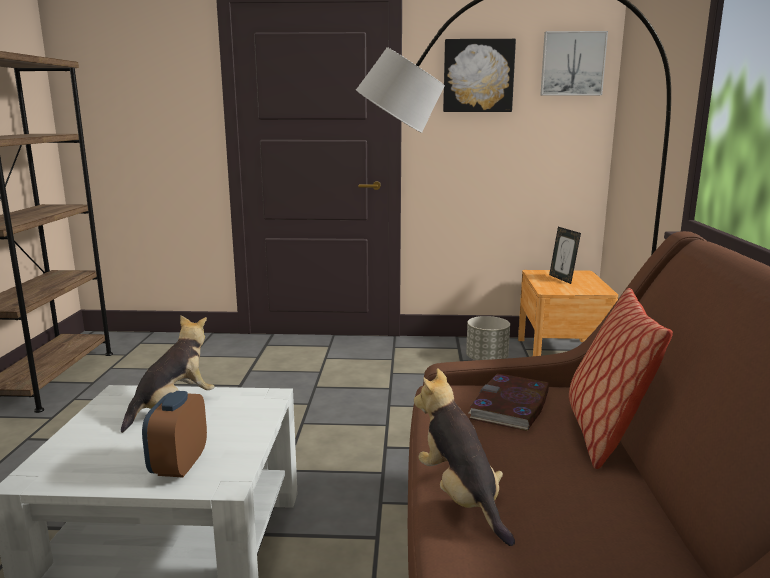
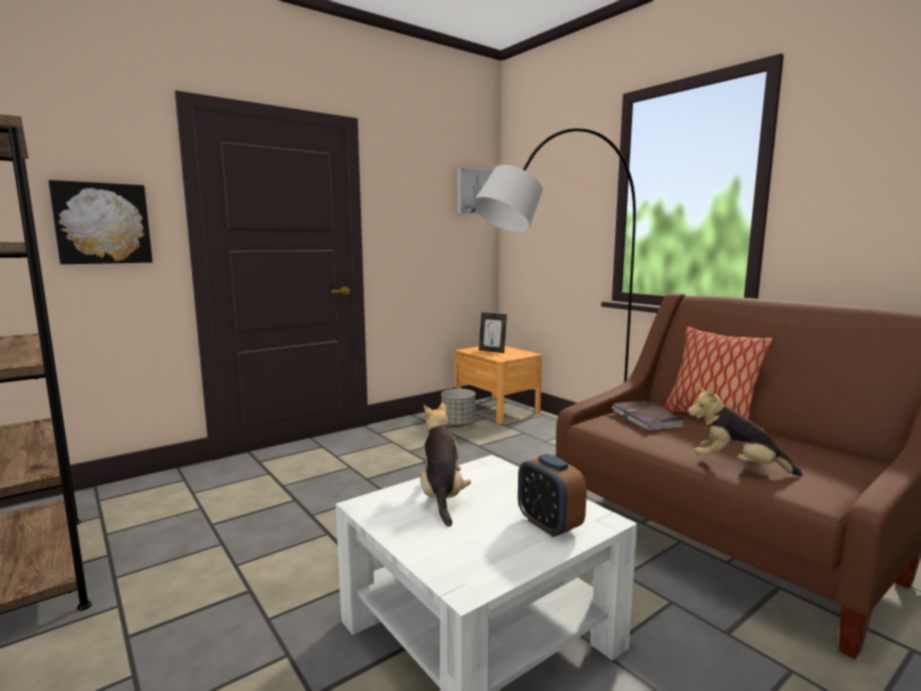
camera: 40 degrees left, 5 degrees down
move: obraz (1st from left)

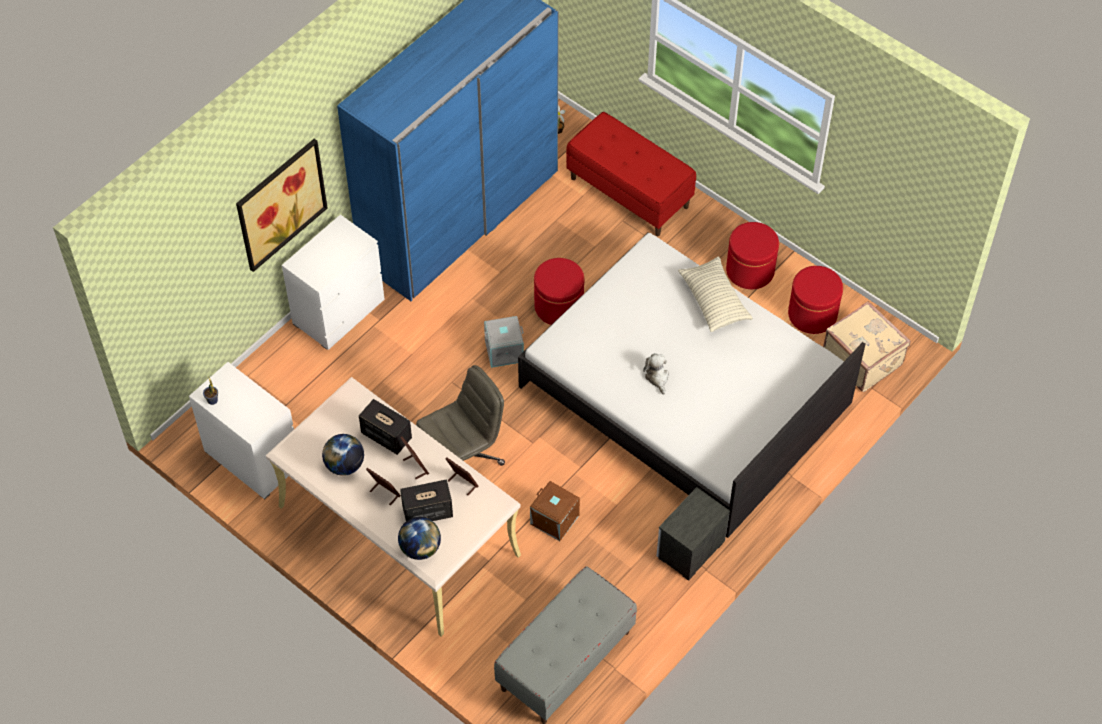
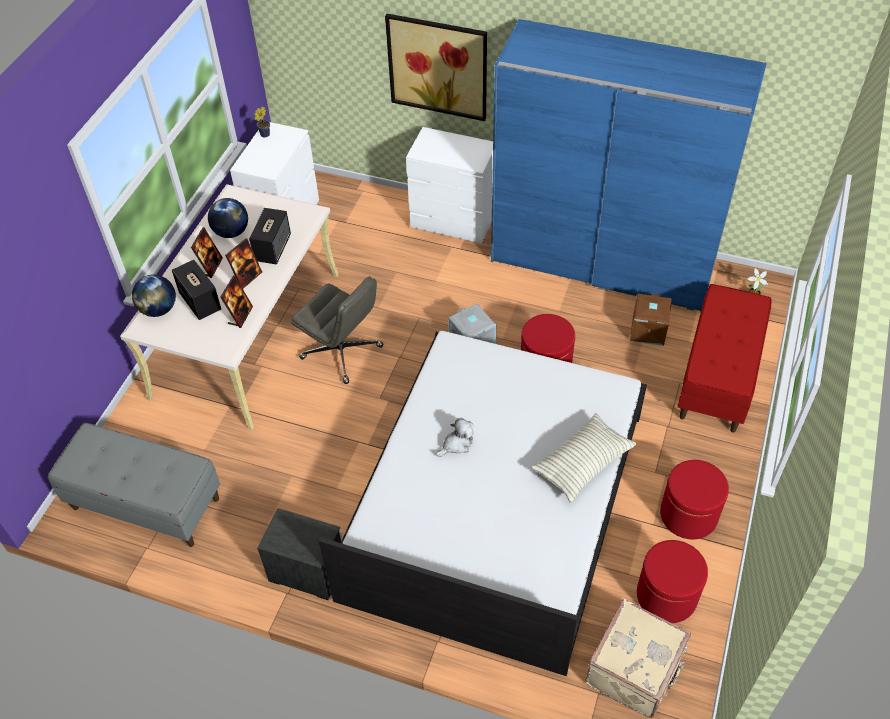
camera: 70 degrees right, 5 degrees down
move: pojemnik do przechowywania/brązowy

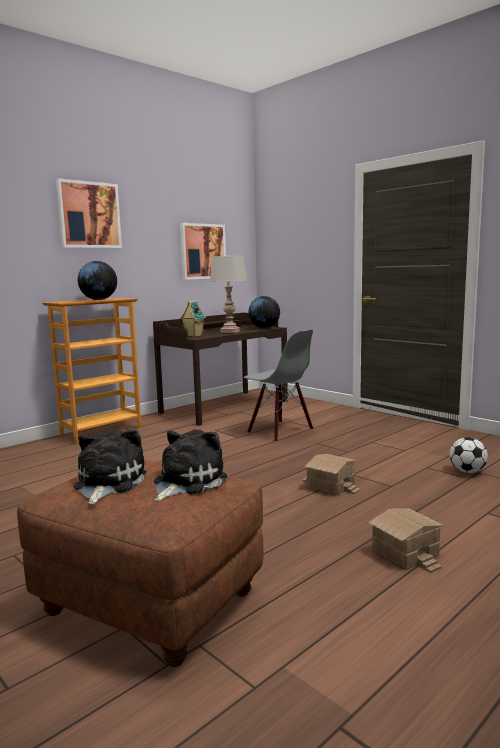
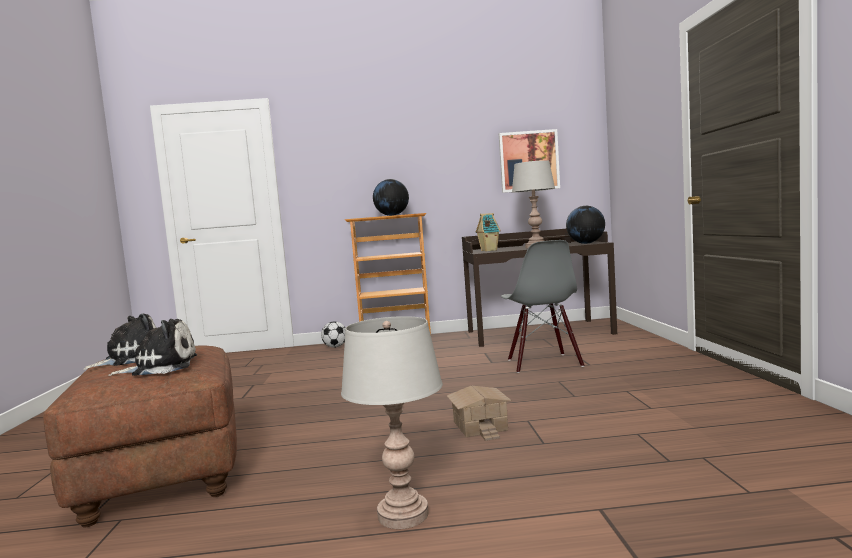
camera: 40 degrees right, 5 degrees down
delete: obraz (1st from left)
move: piłka futbolowa
replace: domek (3rd from left) to lampa stołowa/szary (1st from left)

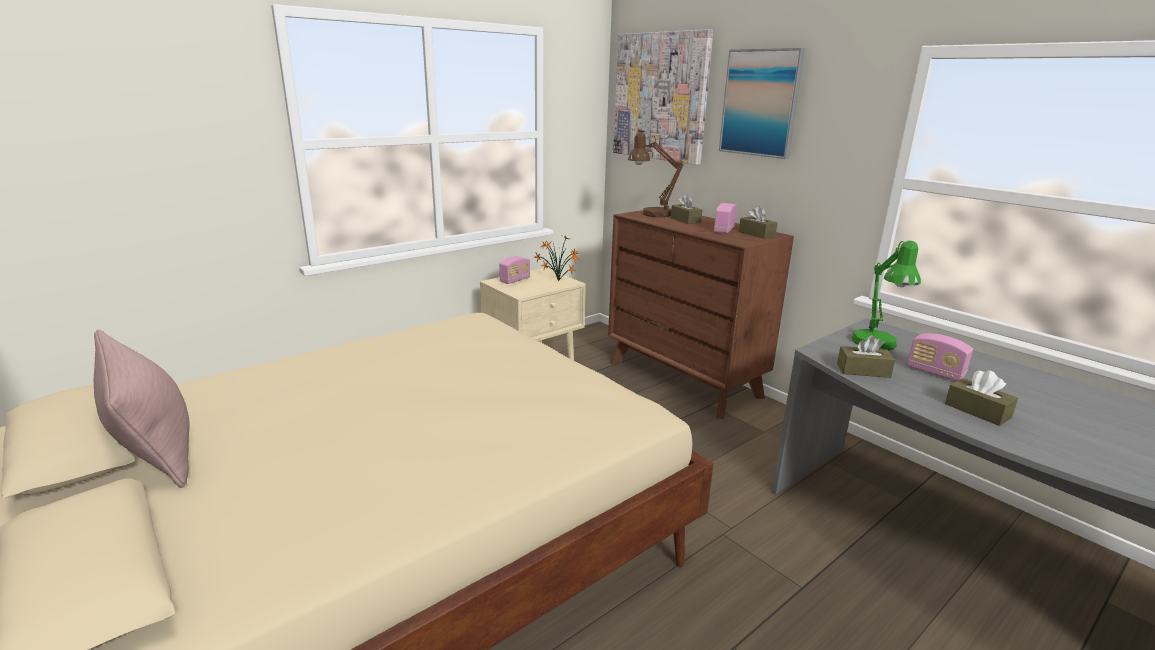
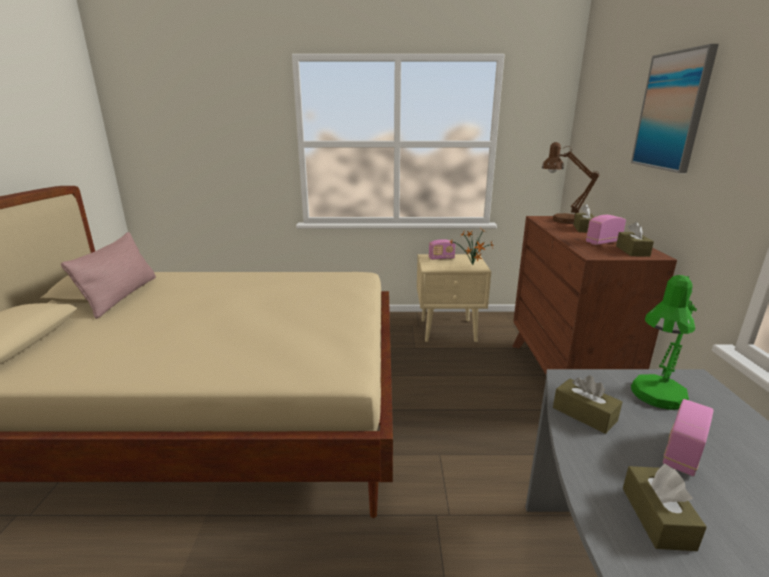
camera: 40 degrees right, 0 degrees up
delete: obraz (1st from left)
rotate: radio (3rd from left) 45 degrees clockwise

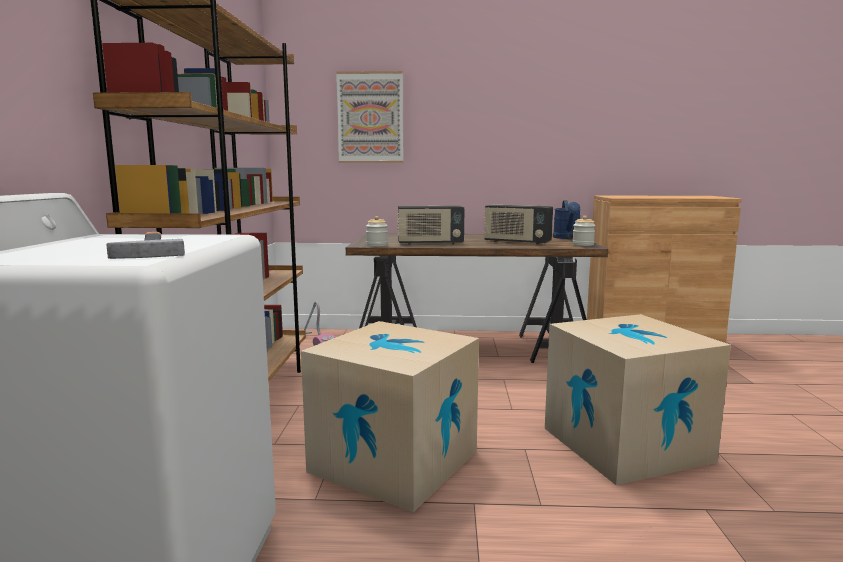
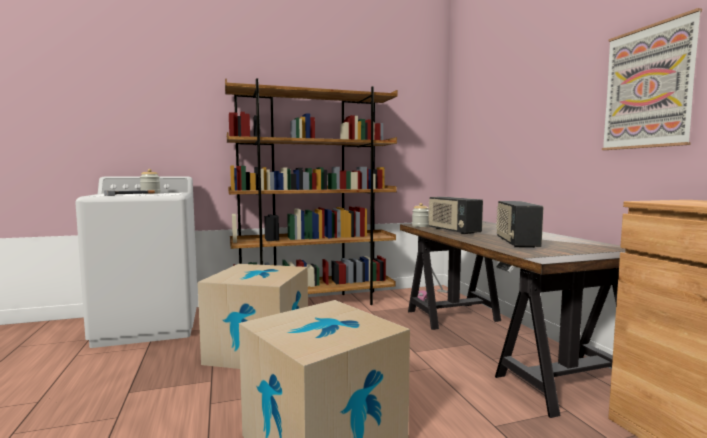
camera: 70 degrees right, 5 degrees down
delete: konewka/niebieski
move: obraz; słoik (2nd from left in the first image) to słoik (1st from left)

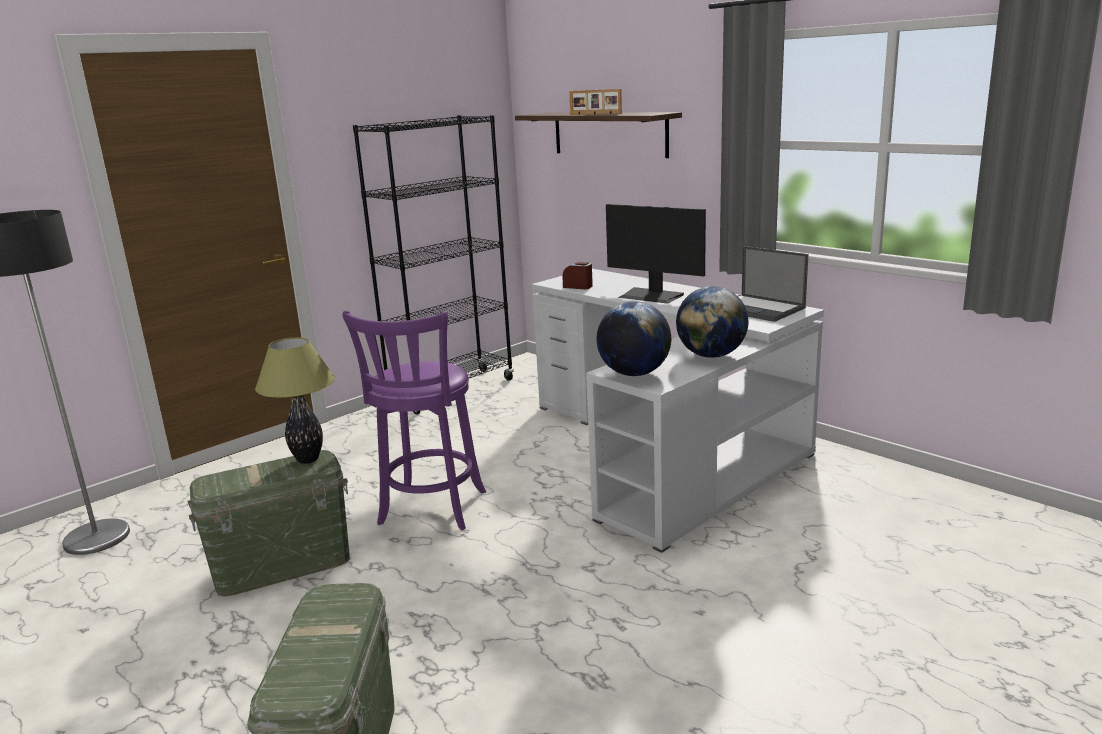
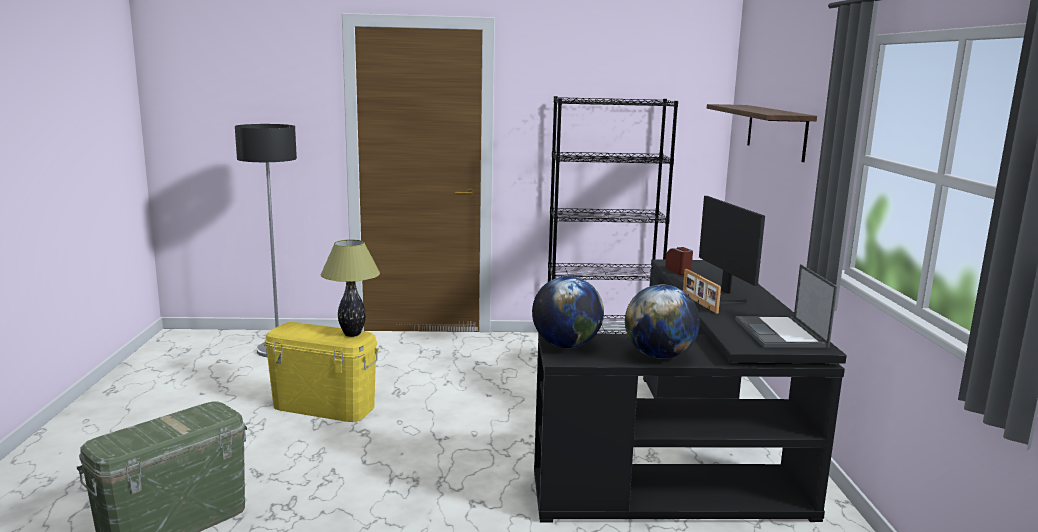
camera: 40 degrees right, 5 degrees down
delete: stołek/fioletowy
move: ramka na zdjęcie
recolor: biurko/biały to biurko/czarny; pojemnik do przechowywania/zielony (1st from left) to pojemnik do przechowywania/żółty

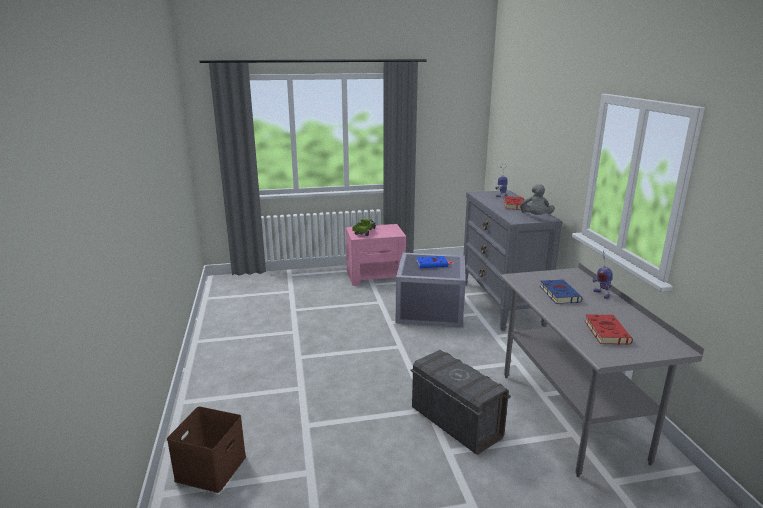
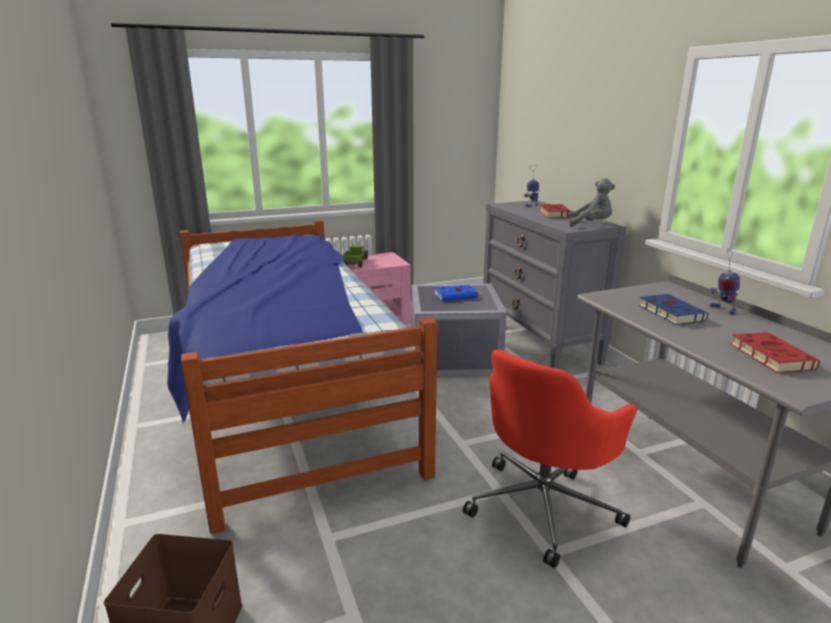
camera: 10 degrees left, 0 degrees up
insert: łóżko
replace: pojemnik do przechowywania/szary (2nd from left) to krzesło biurowe/czerwony
rotate: pluszak/szary 75 degrees counterclockwise

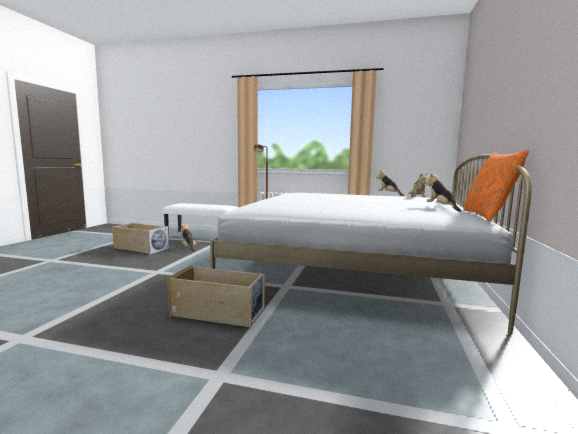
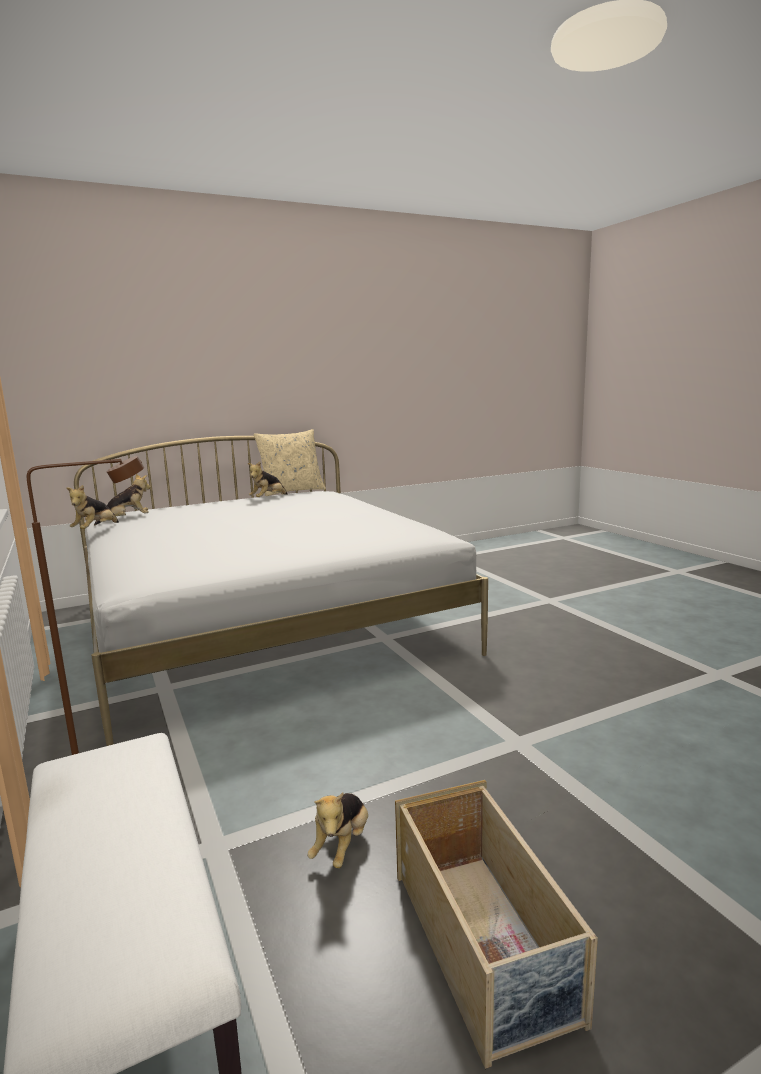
camera: 130 degrees left, 5 degrees up
delete: pojemnik do przechowywania/beżowy (2nd from left)
recolor: poduszka/pomarańczowy to poduszka/beżowy

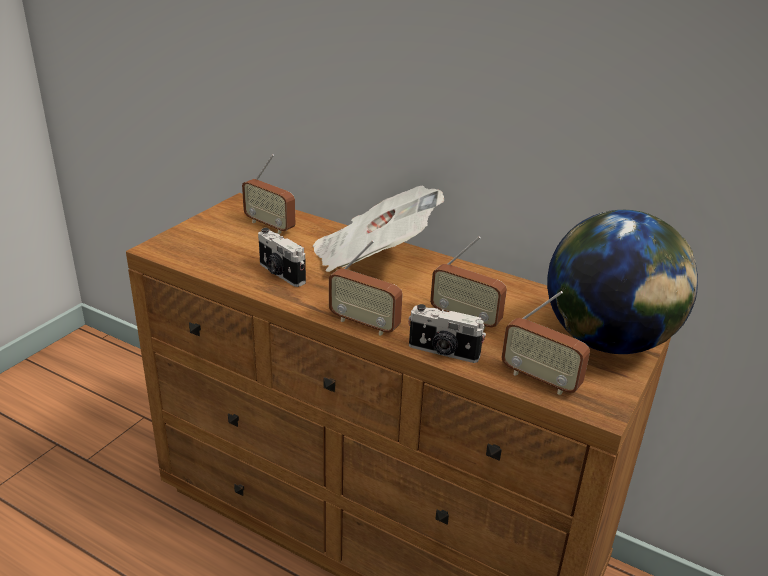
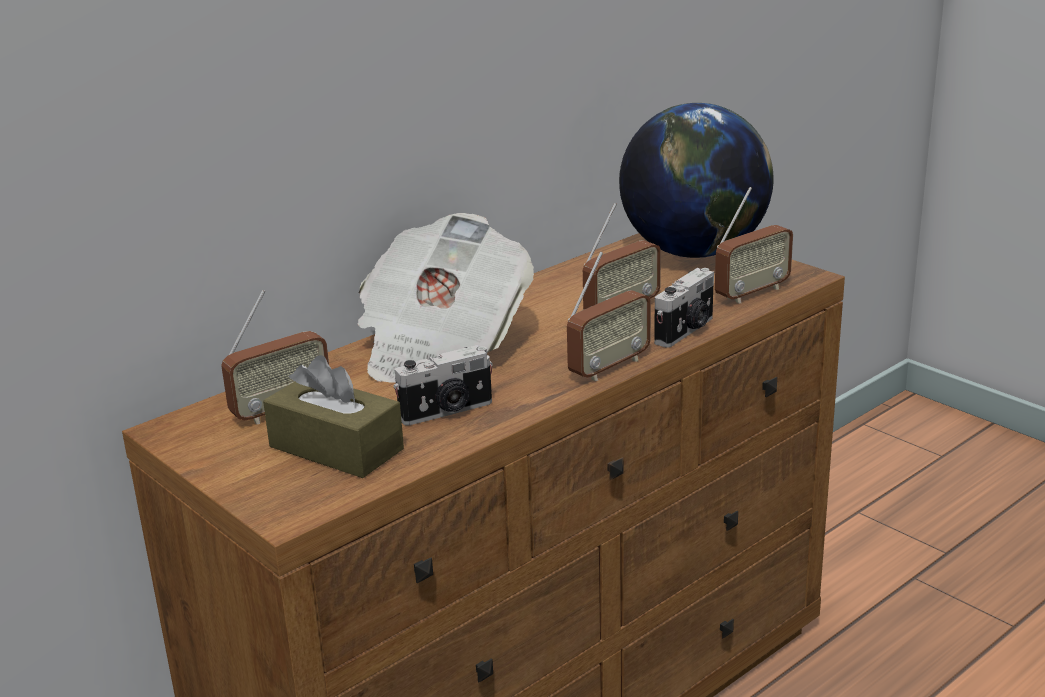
camera: 70 degrees left, 5 degrees down
insert: pudełko chusteczek/brązowy

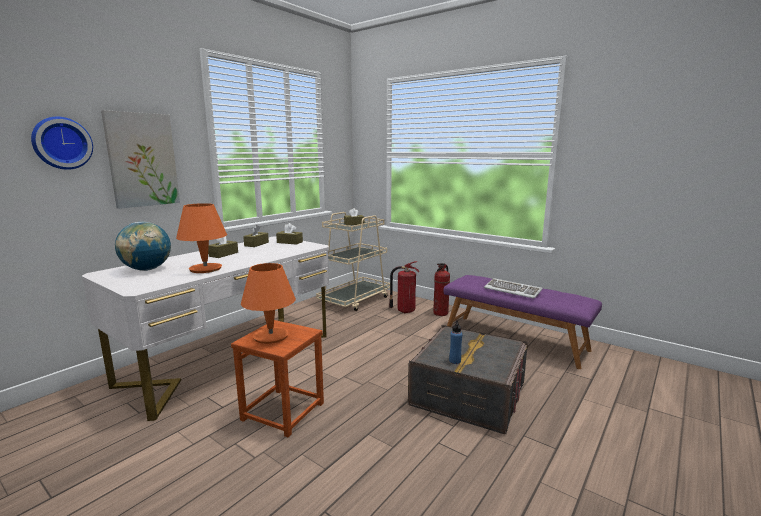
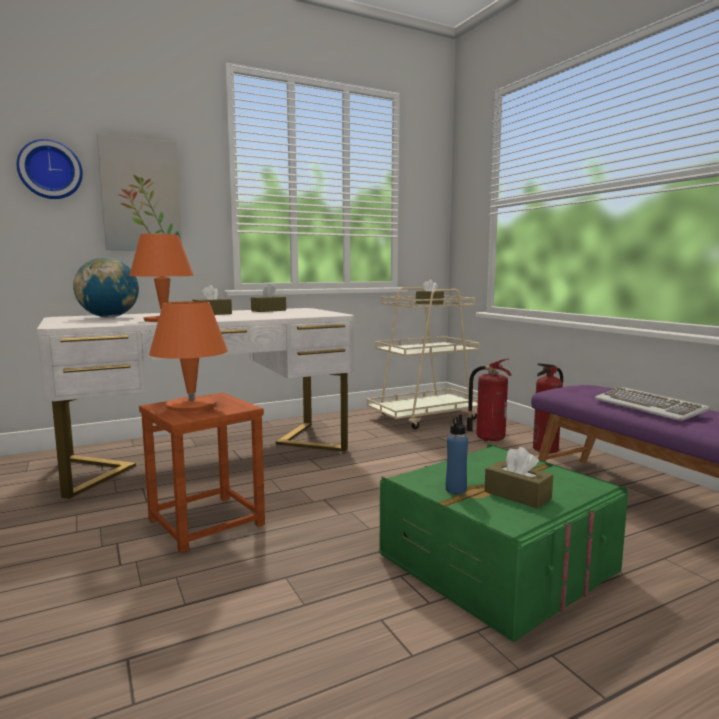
camera: 25 degrees right, 5 degrees down
move: pudełko chusteczek/brązowy (3rd from left in the first image) to pudełko chusteczek/brązowy (4th from left)
recolor: pojemnik do przechowywania/szary to pojemnik do przechowywania/zielony

